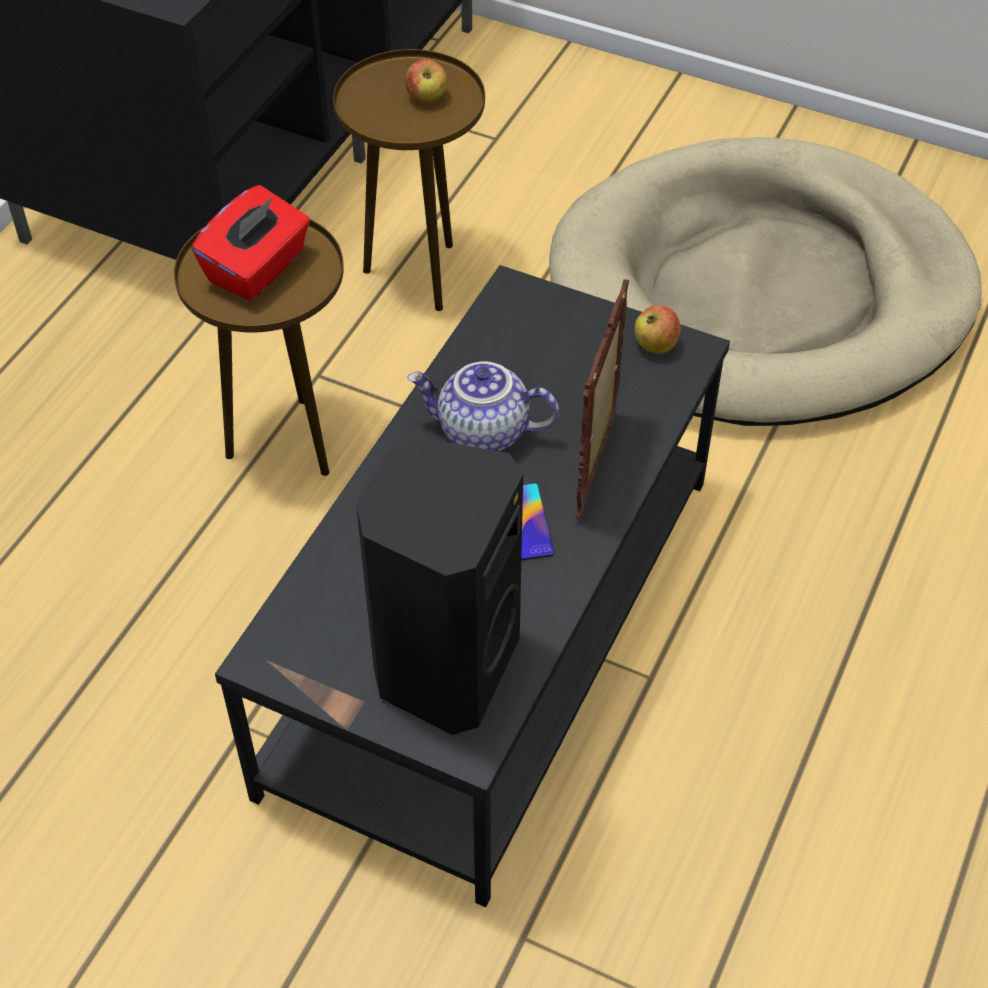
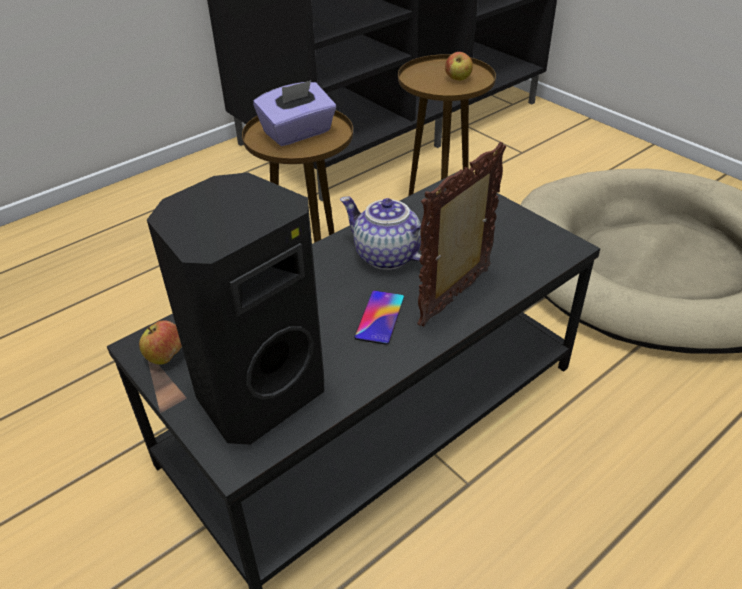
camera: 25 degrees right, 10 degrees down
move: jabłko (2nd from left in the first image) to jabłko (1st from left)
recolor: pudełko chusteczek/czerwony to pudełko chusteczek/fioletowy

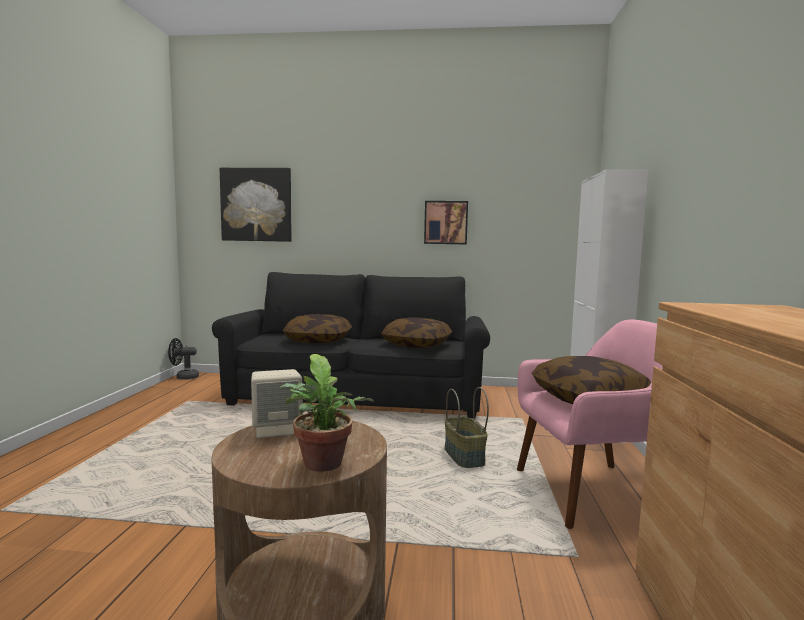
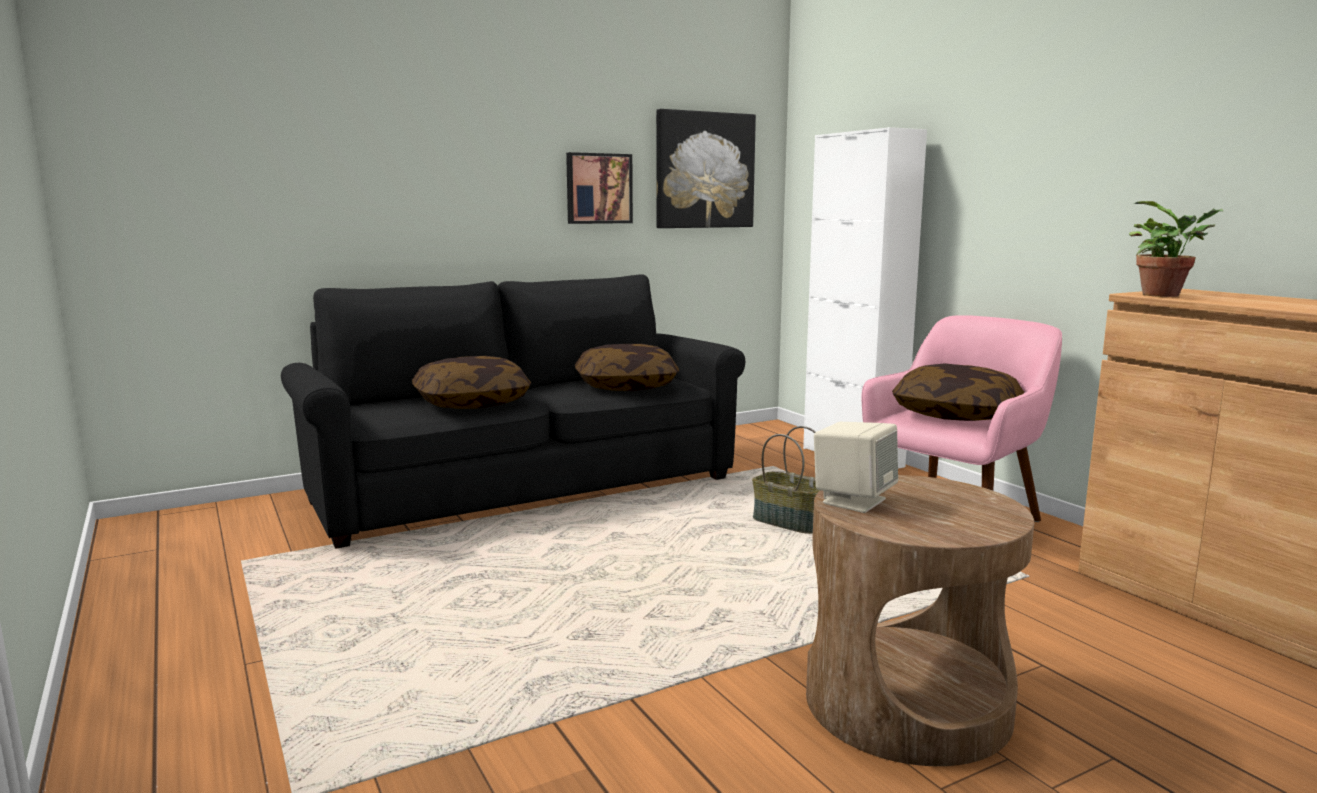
camera: 35 degrees left, 5 degrees up
delete: wentylator/czarny
move: obraz (1st from left in the first image) to obraz (2nd from left); roślina doniczkowa

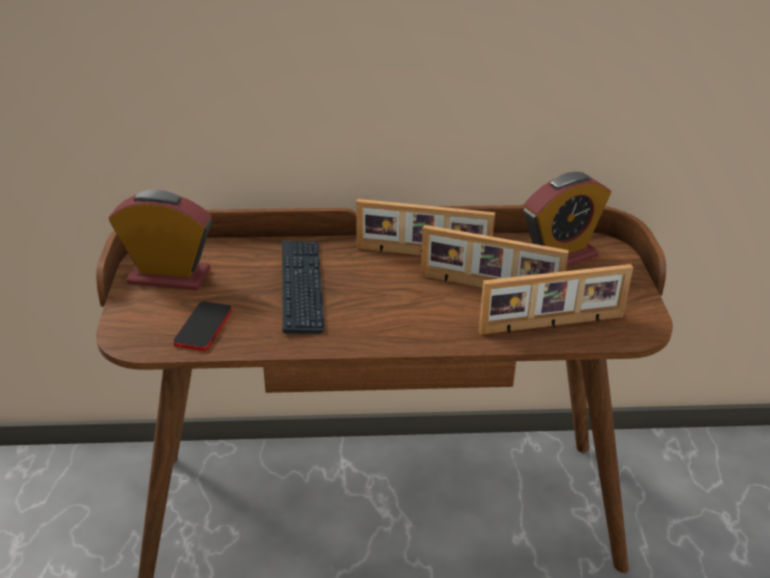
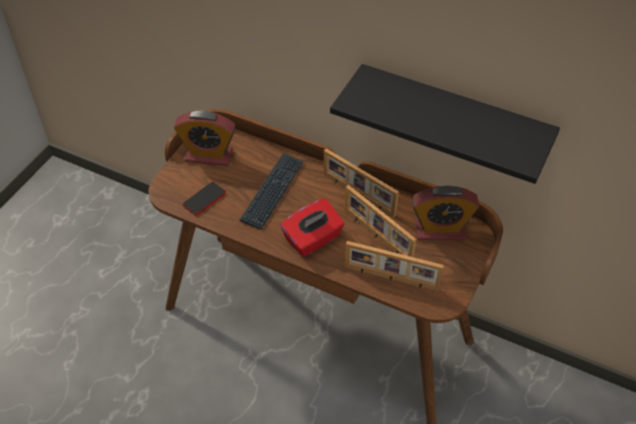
camera: 30 degrees right, 15 degrees up
insert: półka/czarny; pudełko chusteczek/czerwony
rotate: budzik (1st from left) 150 degrees clockwise

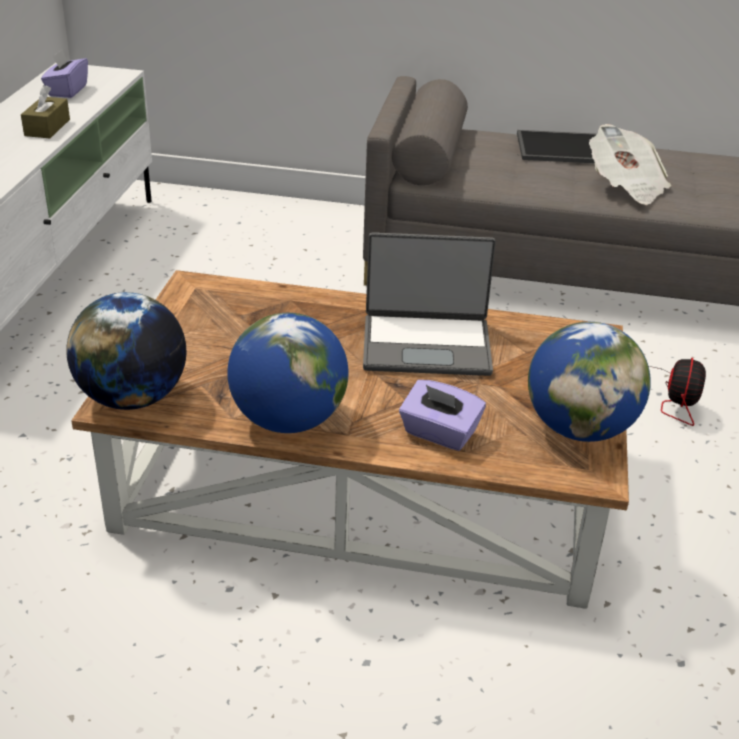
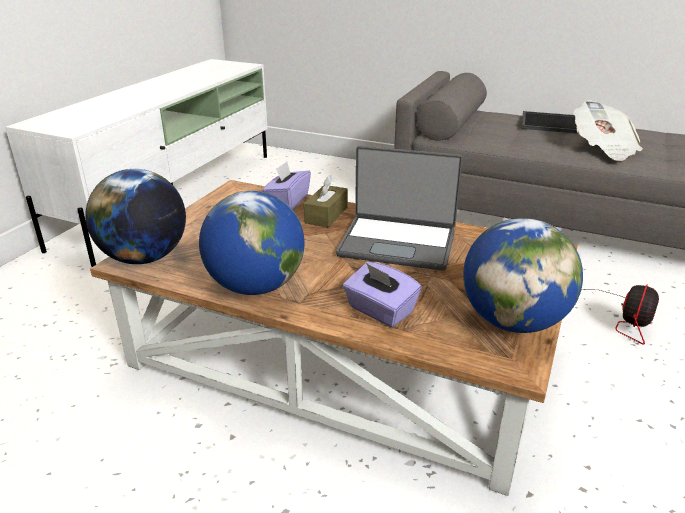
camera: 15 degrees right, 5 degrees down
move: pudełko chusteczek/fioletowy (1st from left); pudełko chusteczek/brązowy

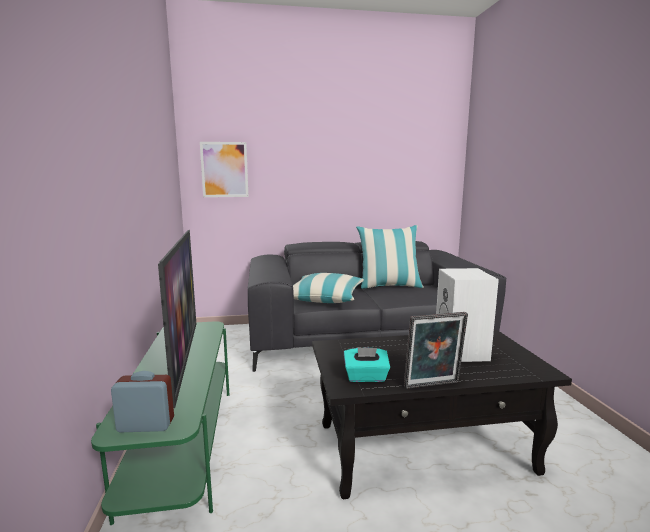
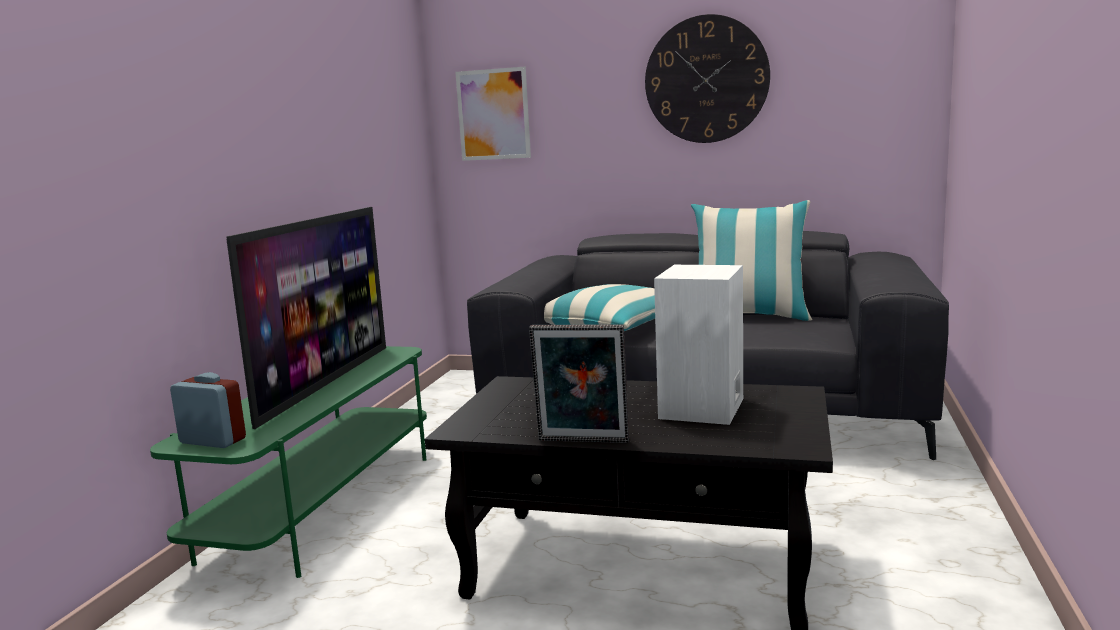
camera: 25 degrees right, 0 degrees up
delete: pudełko chusteczek/turkusowy
insert: zegar ścienny

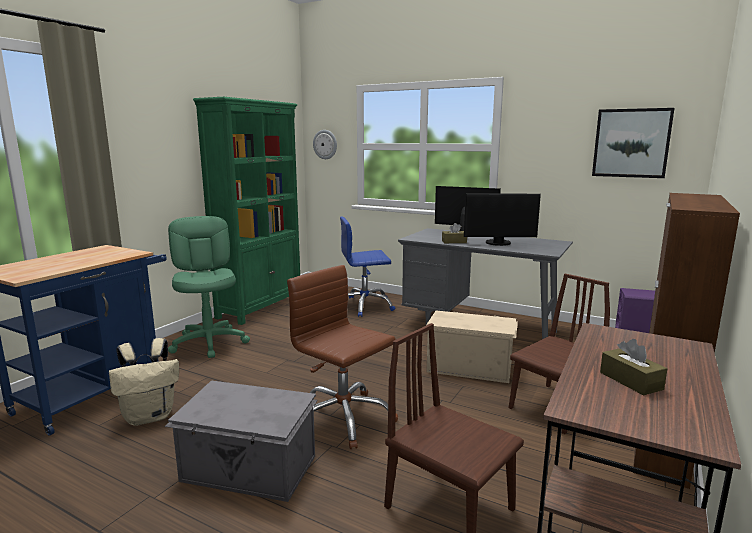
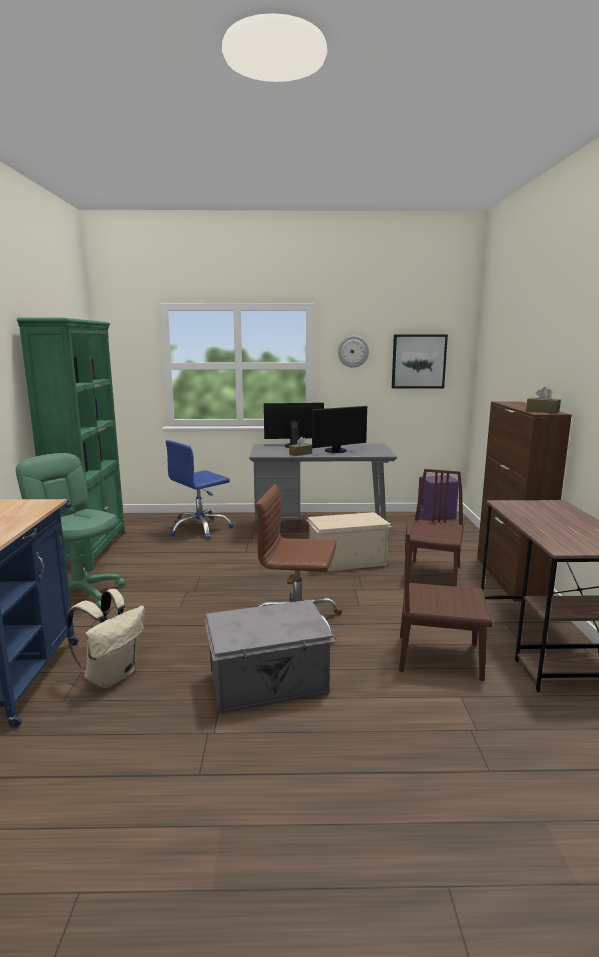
camera: 30 degrees left, 0 degrees up
move: zegar ścienny; pudełko chusteczek/brązowy (2nd from left)

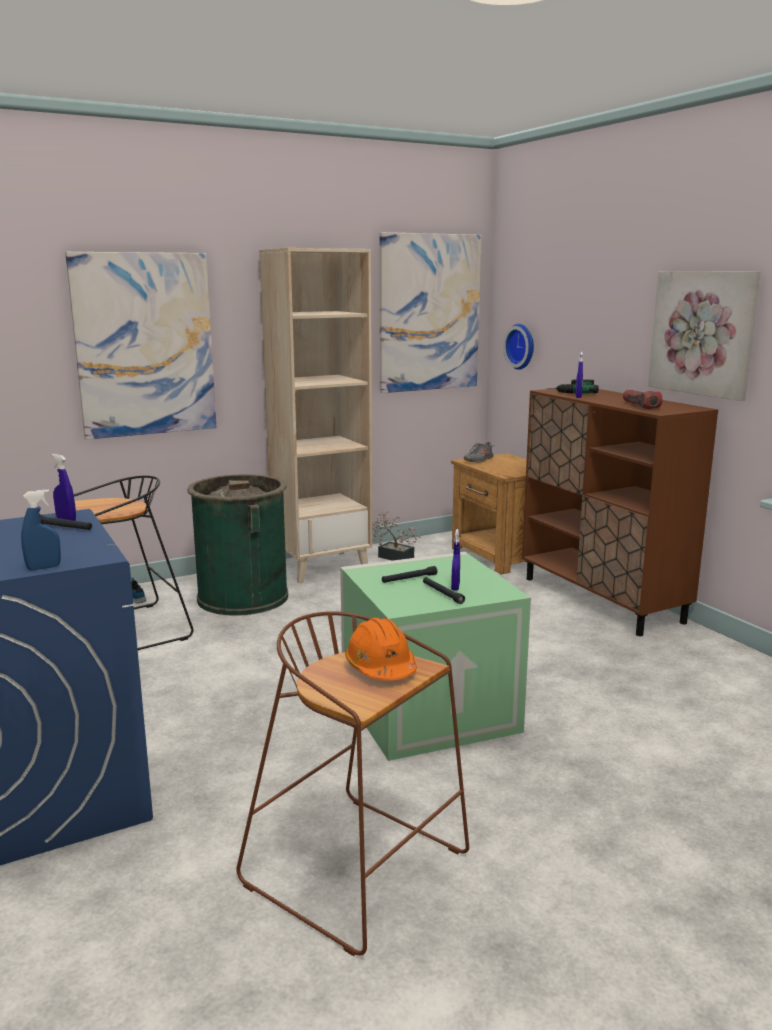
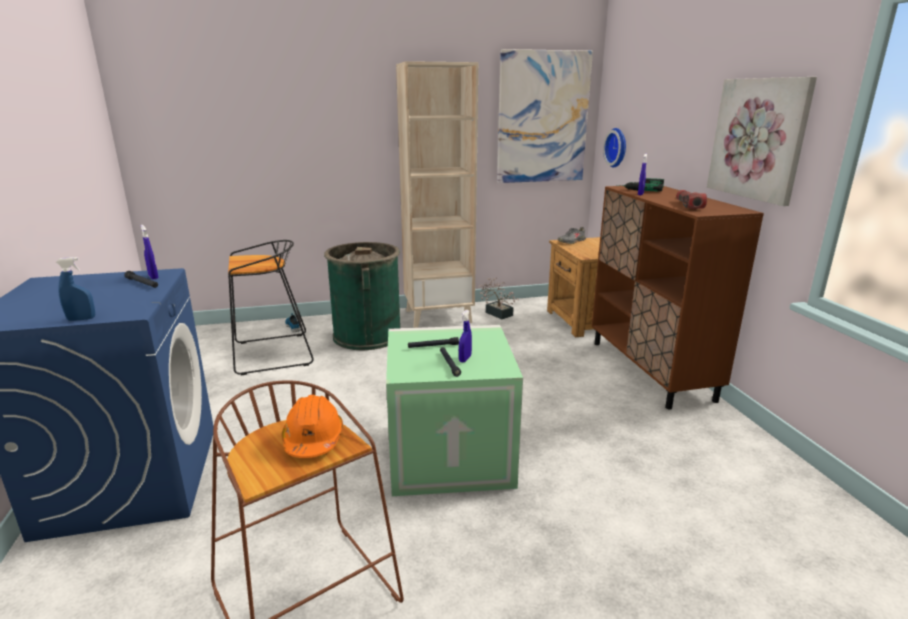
camera: 15 degrees right, 5 degrees up
delete: obraz (1st from left)

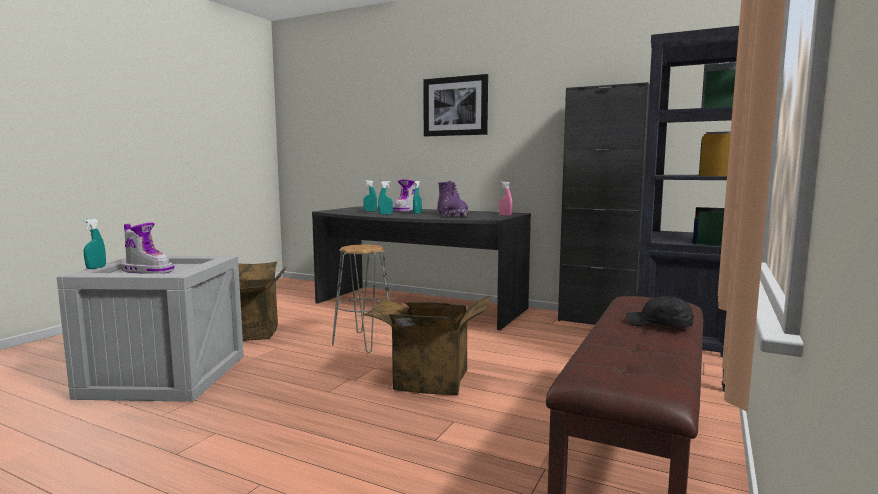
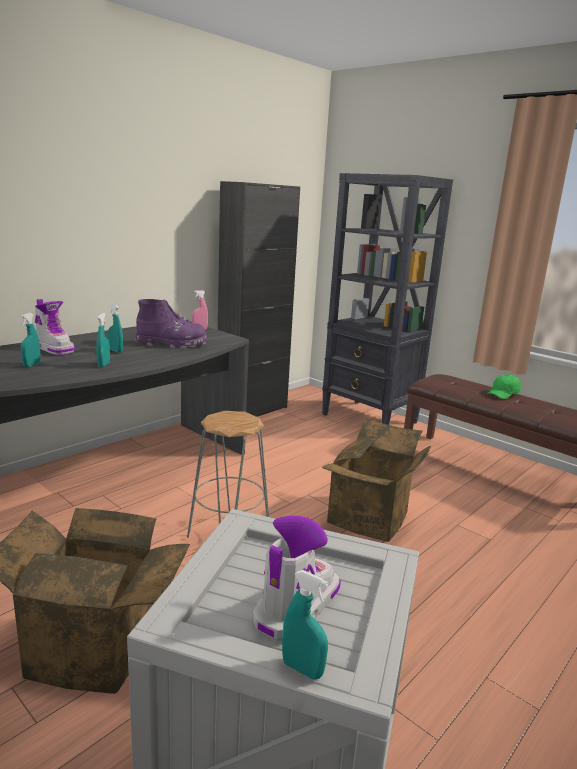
camera: 75 degrees left, 10 degrees up
delete: obraz
recolor: czapka z daszkiem/czarny to czapka z daszkiem/zielony

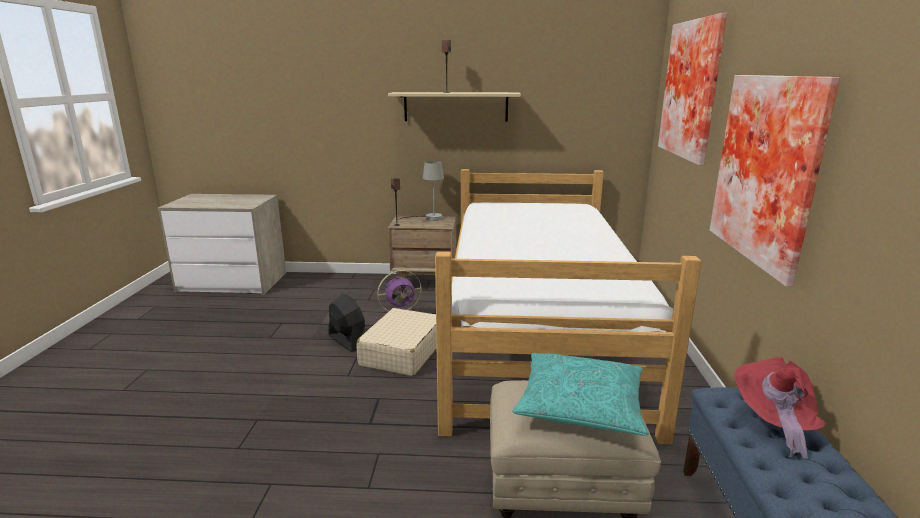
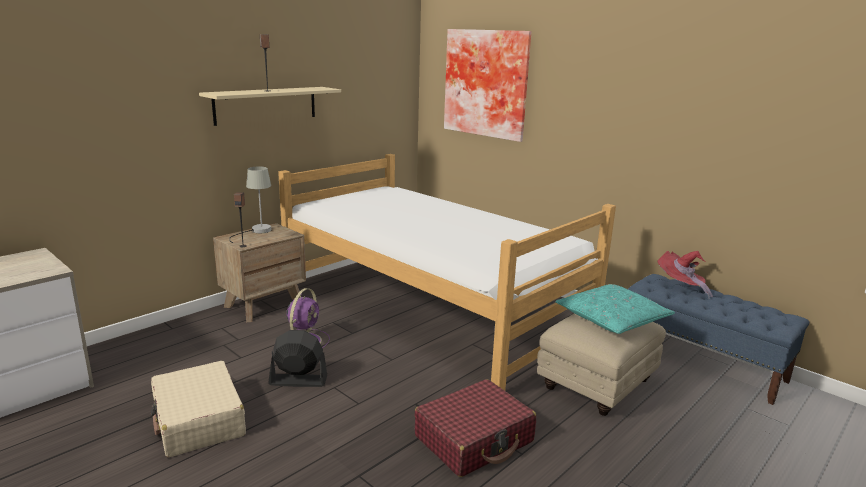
camera: 50 degrees left, 0 degrees up
delete: obraz (2nd from left)
insert: walizka/czerwony
move: walizka/beżowy

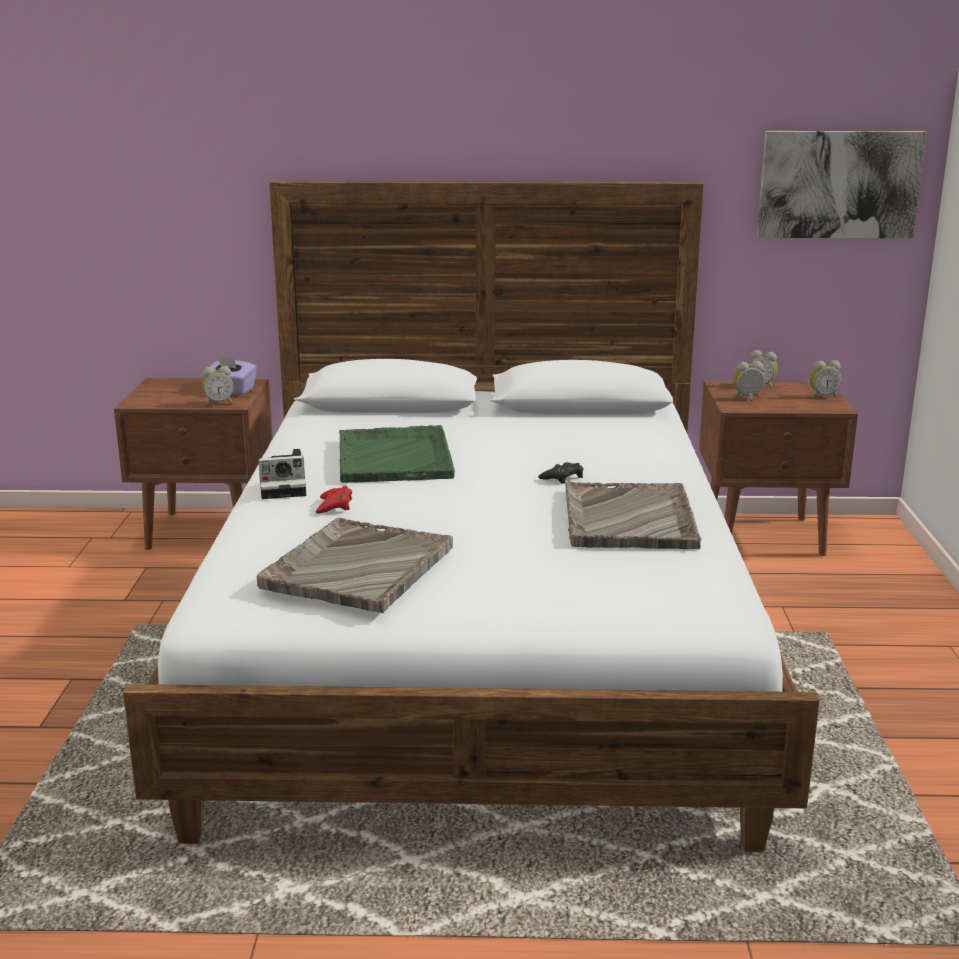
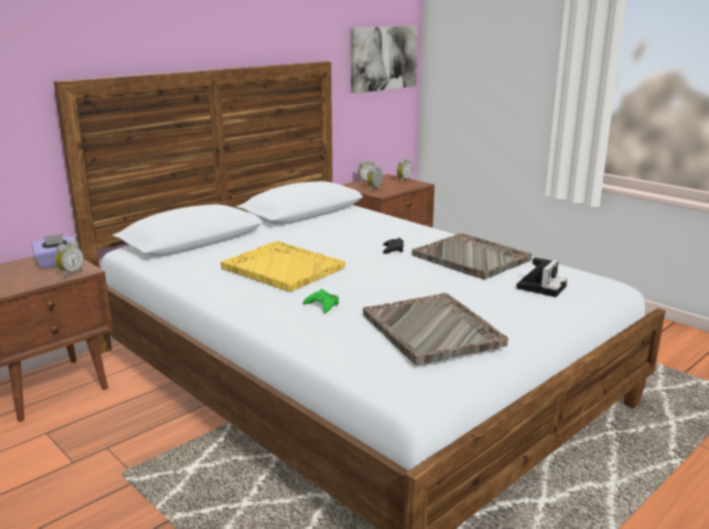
camera: 45 degrees left, 0 degrees up
move: aparat fotograficzny
recolor: taca/zielony to taca/żółty; pad do gier/czerwony to pad do gier/zielony

